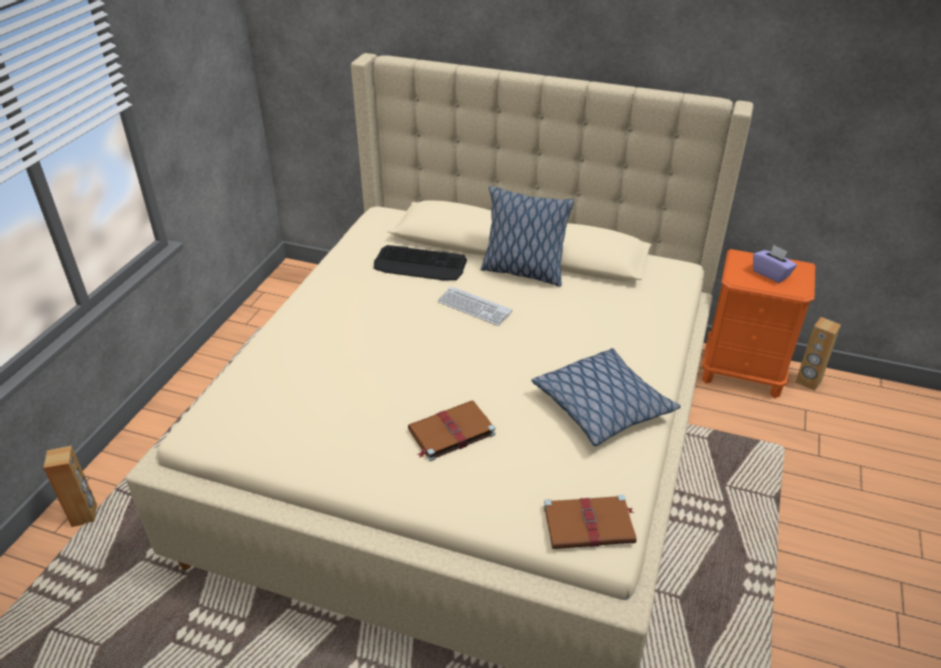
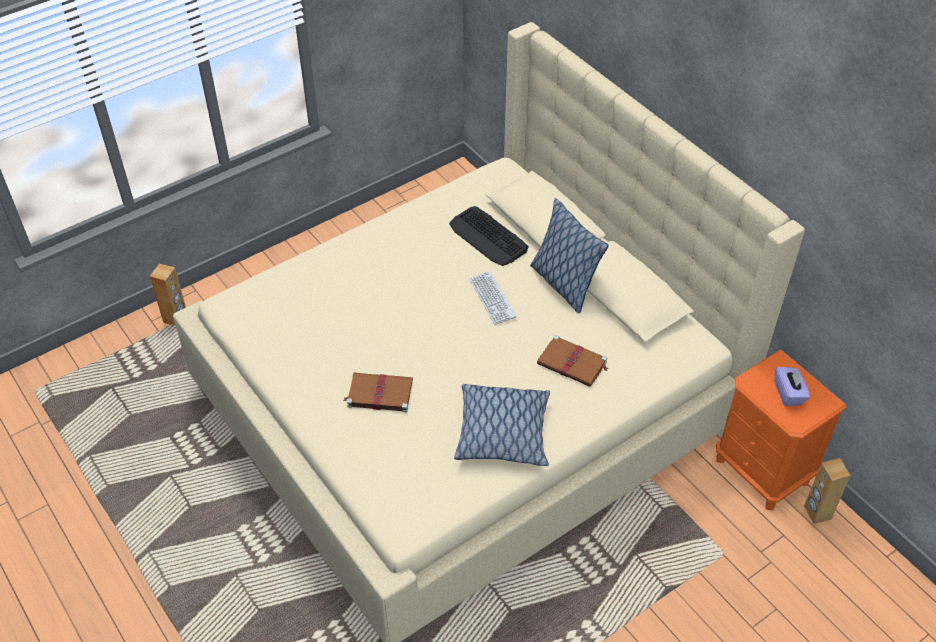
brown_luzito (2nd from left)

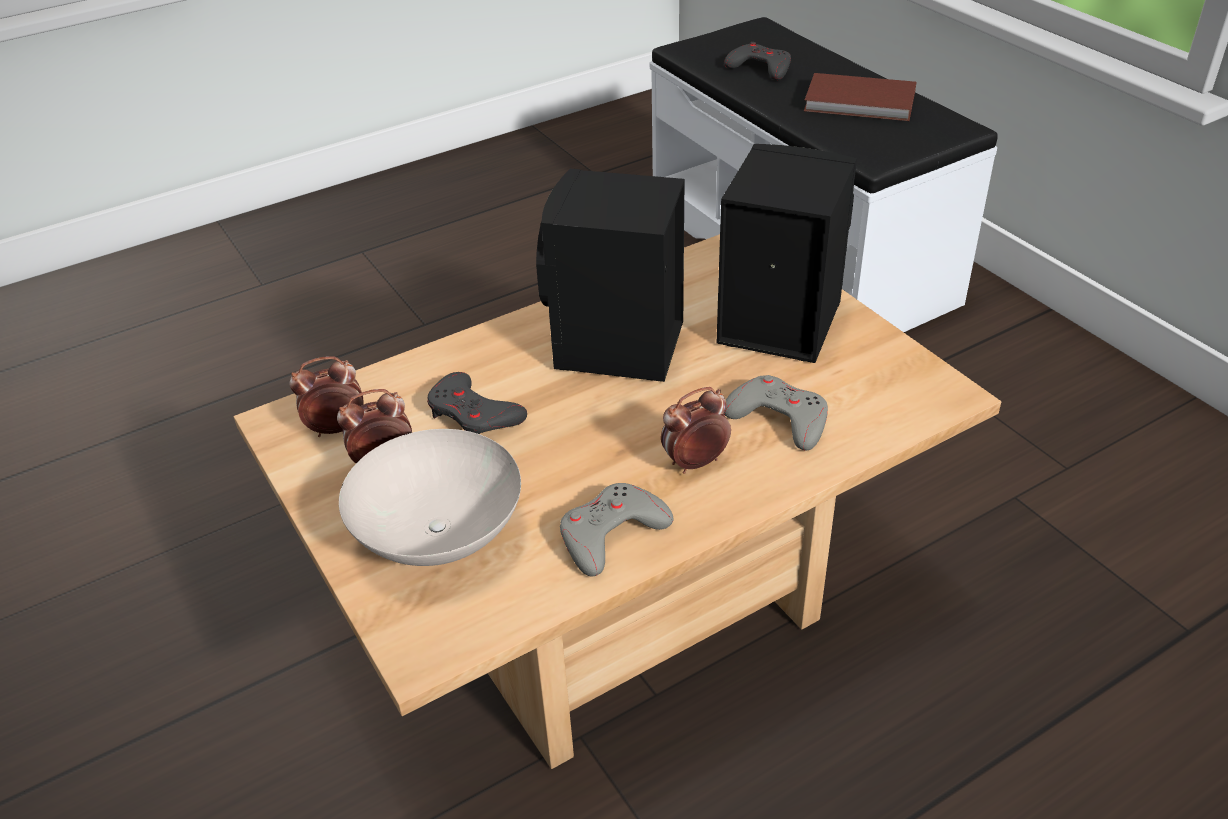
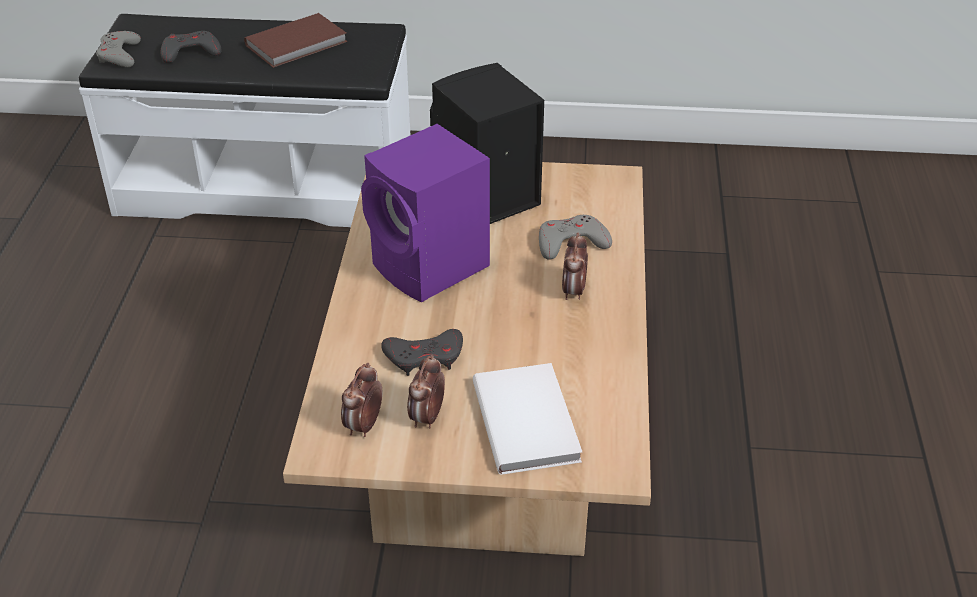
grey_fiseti (1st from left)
white_luzito
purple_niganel

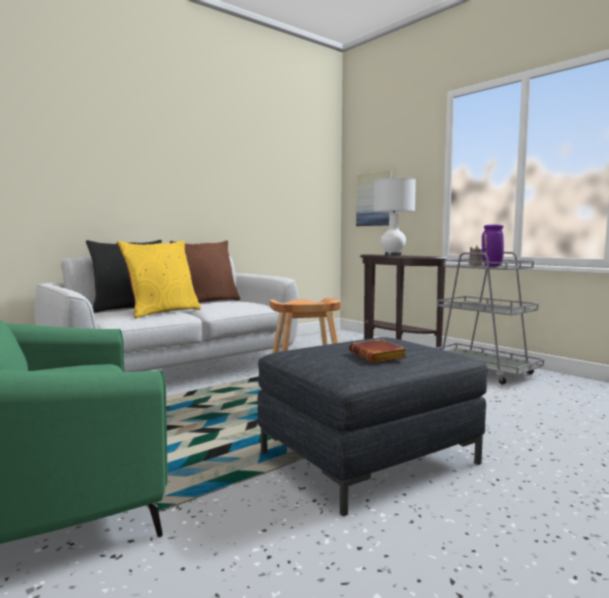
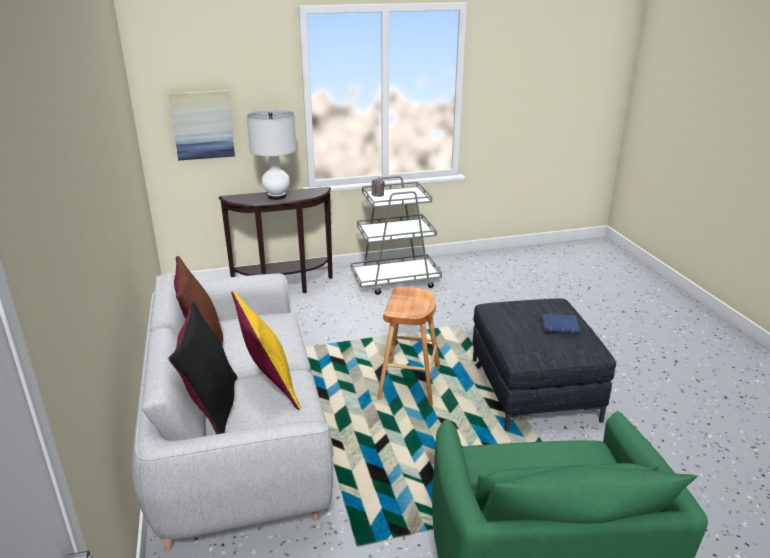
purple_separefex
blue_luzito

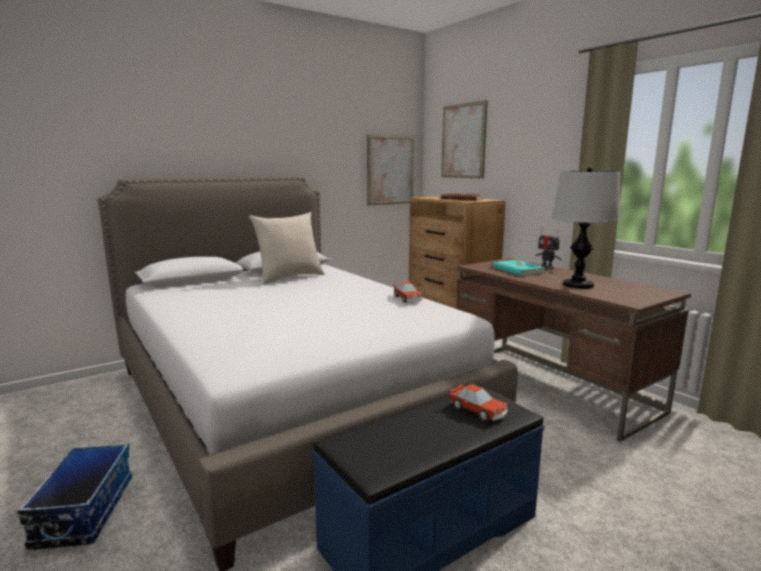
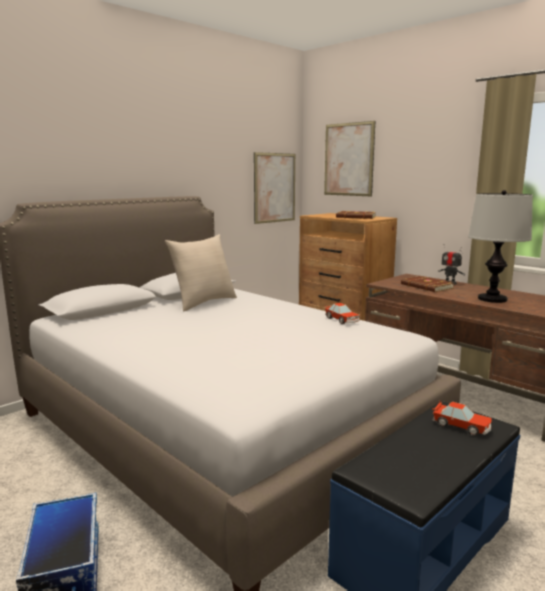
brown_luzito (2nd from left)

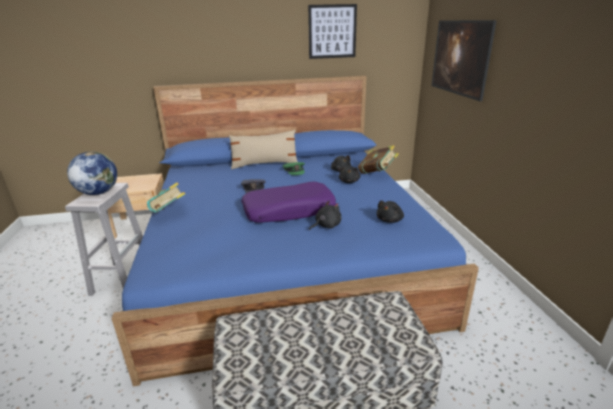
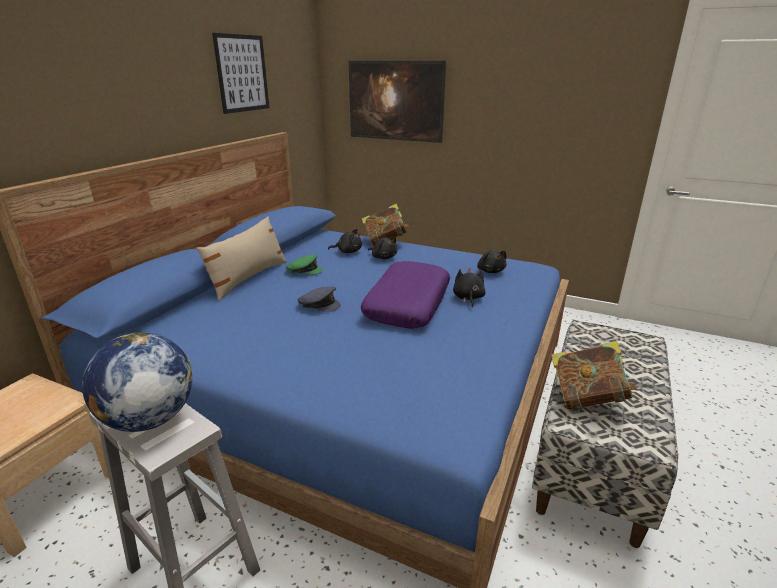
luzito (2nd from left)

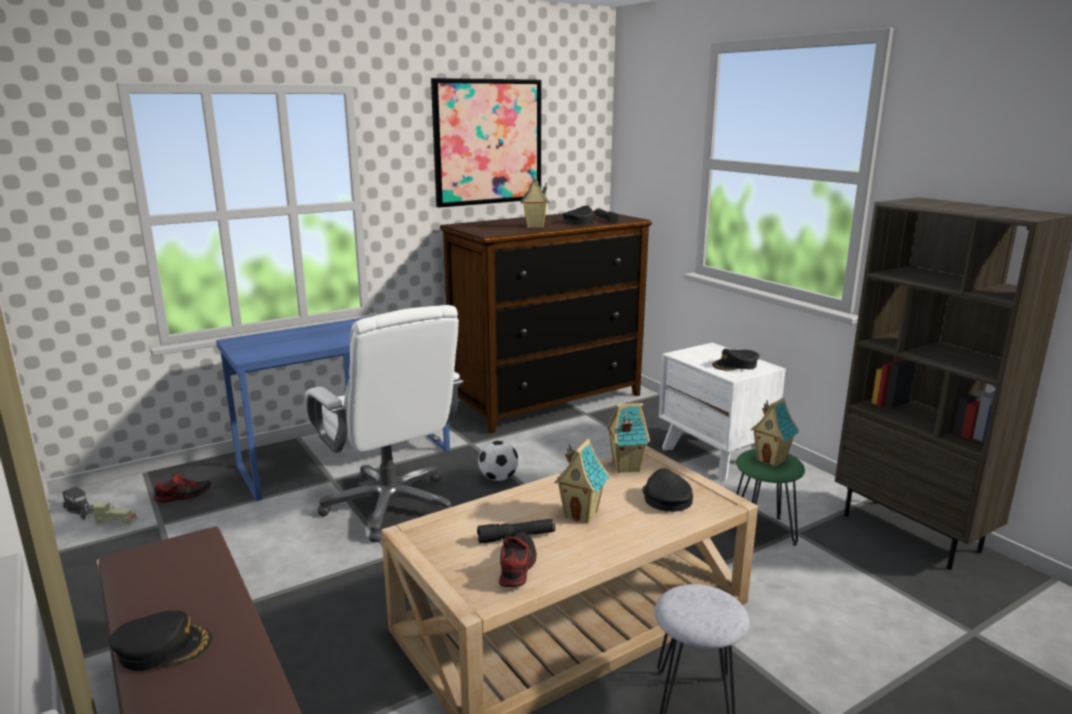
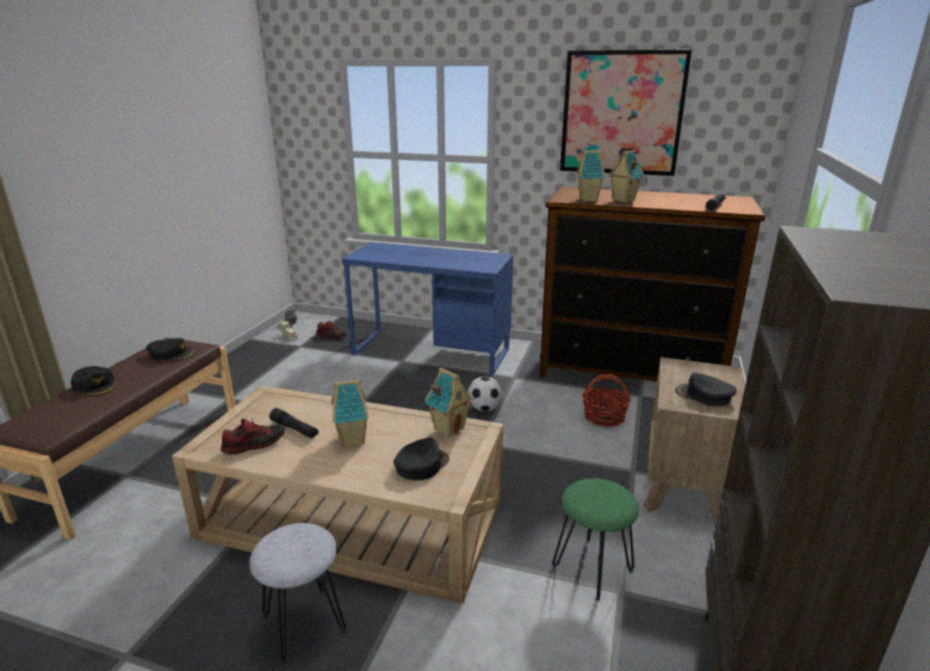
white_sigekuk
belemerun
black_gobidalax (2nd from left)
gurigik (3rd from left)
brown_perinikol

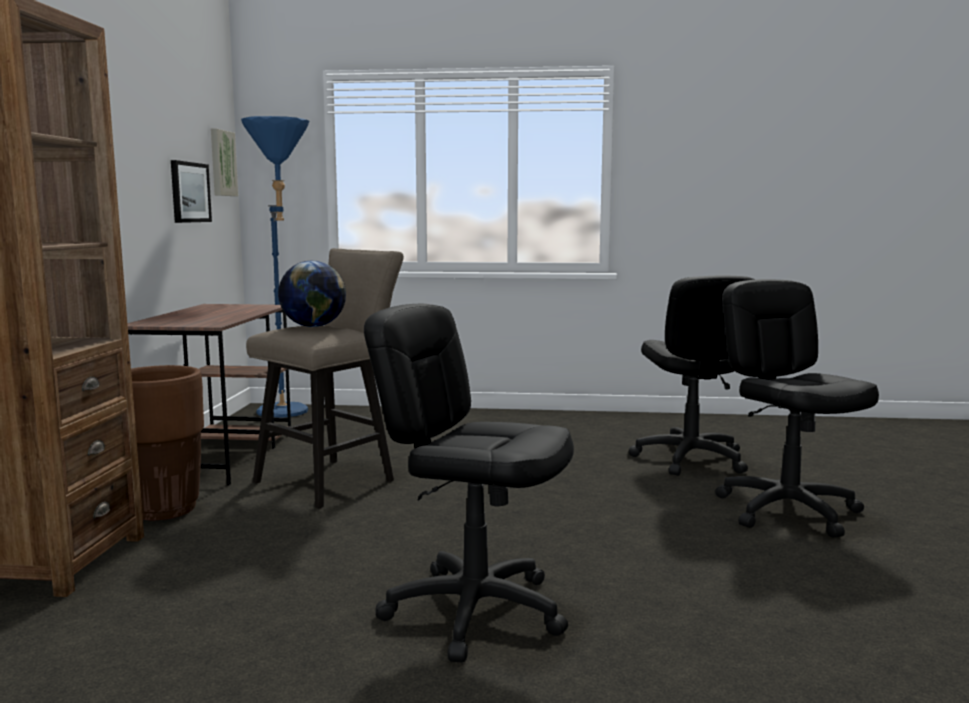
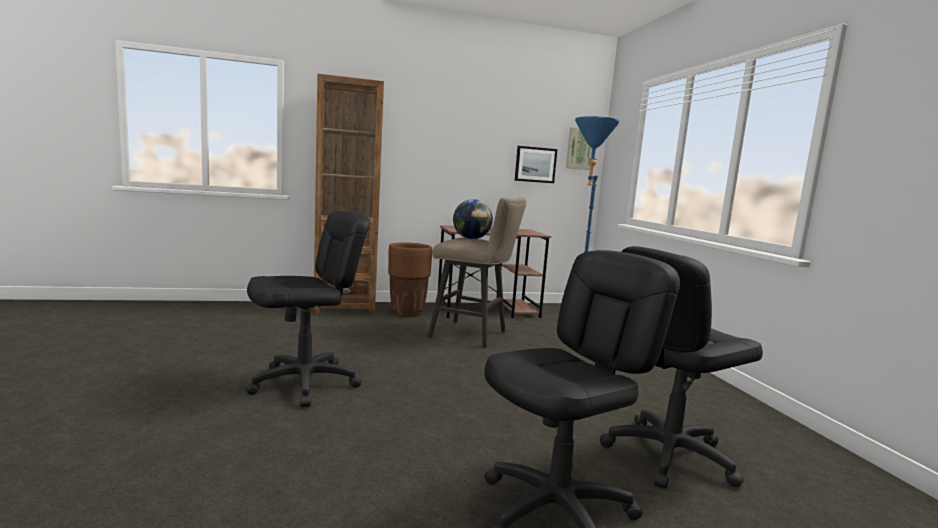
black_sigekuk (1st from left)

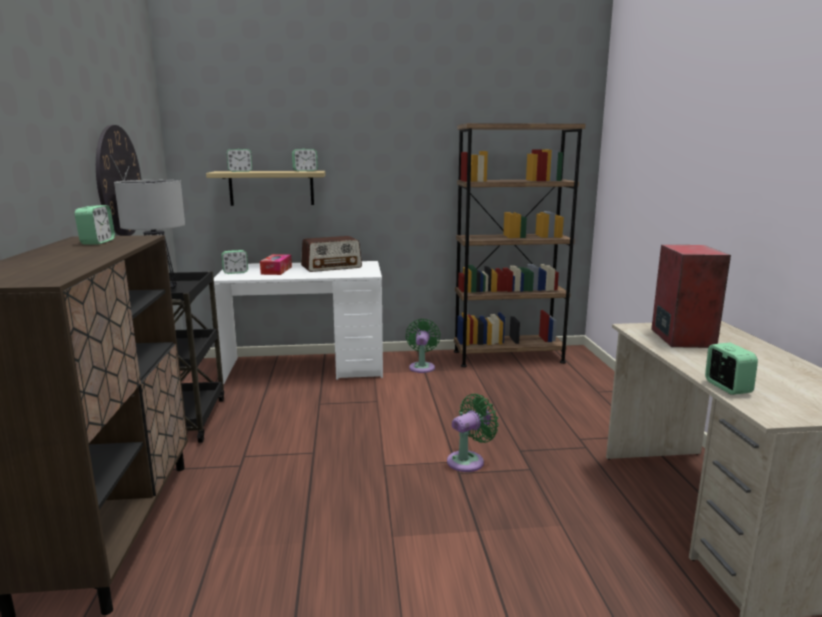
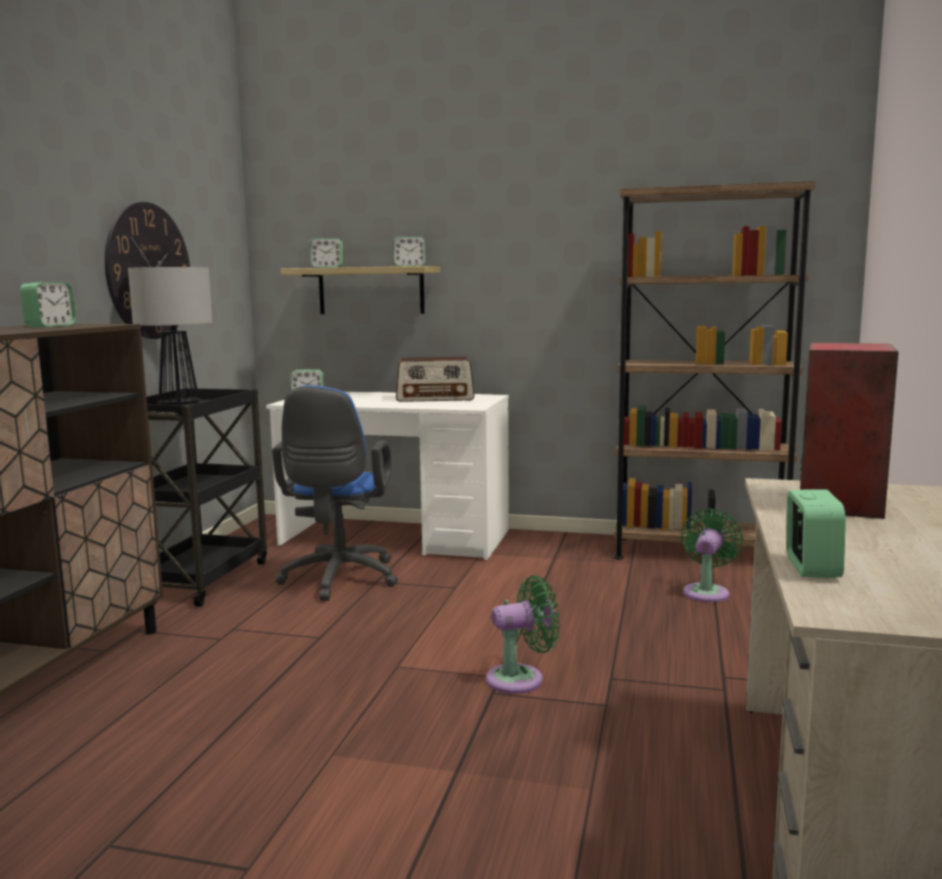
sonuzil
blue_sigekuk
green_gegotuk (2nd from left)

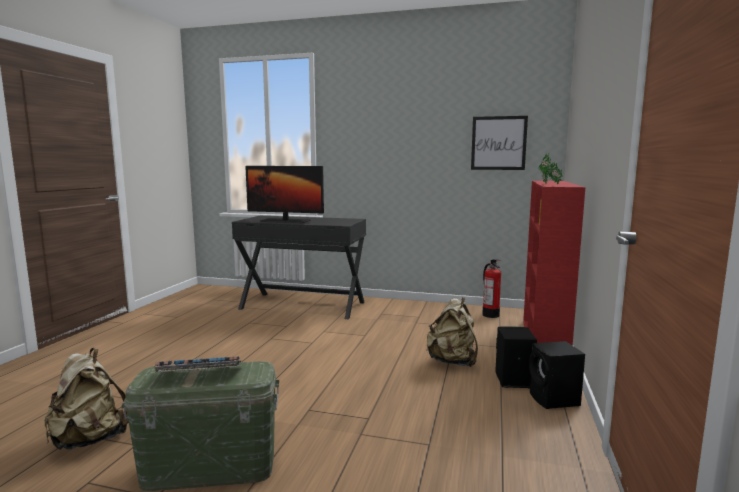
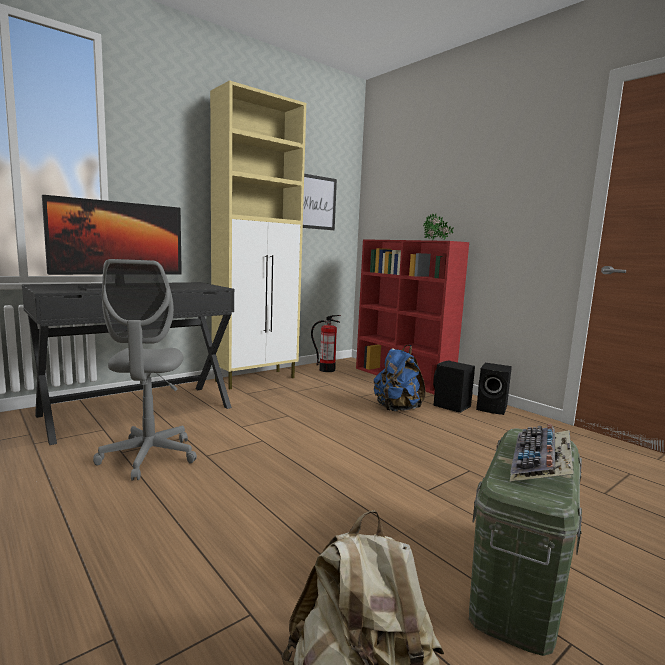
grey_sigekuk
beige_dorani
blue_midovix

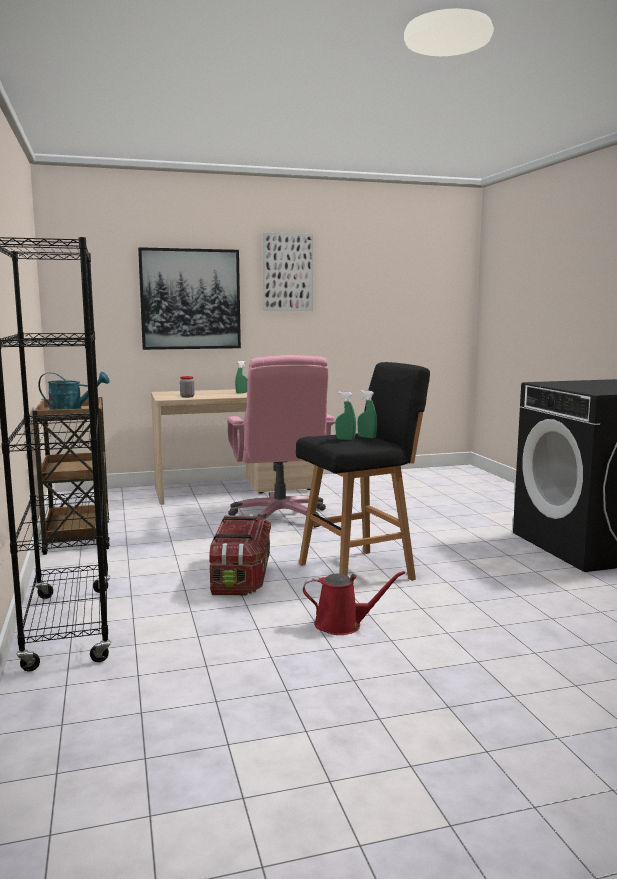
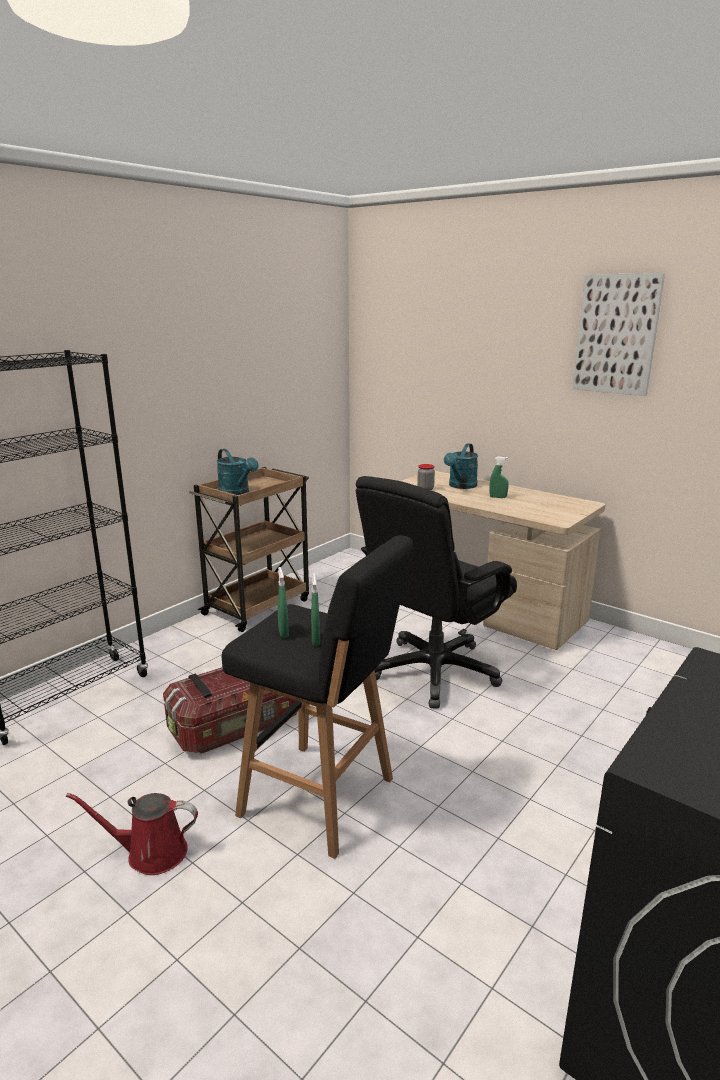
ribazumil (1st from left in the first image)
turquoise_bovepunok (2nd from left)
black_sigekuk
red_bovepunok

